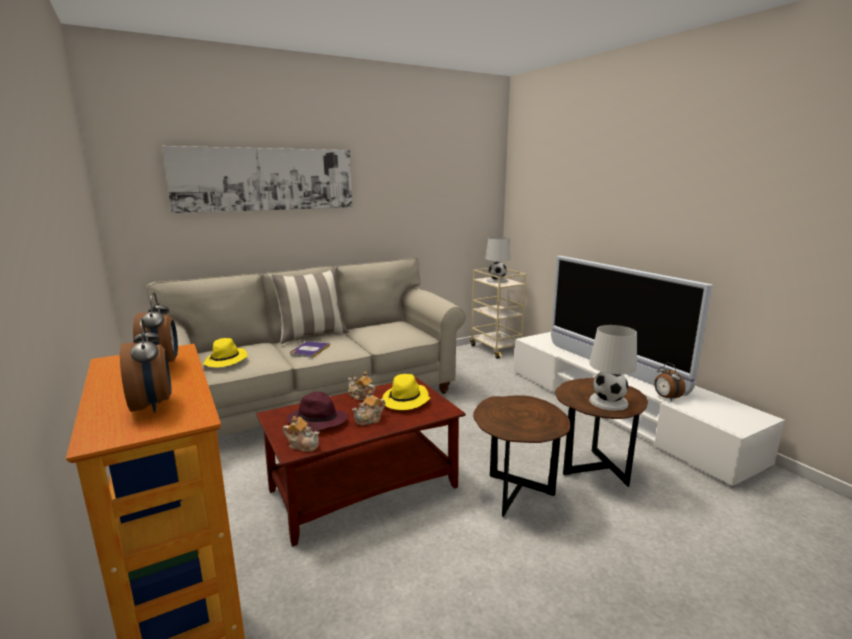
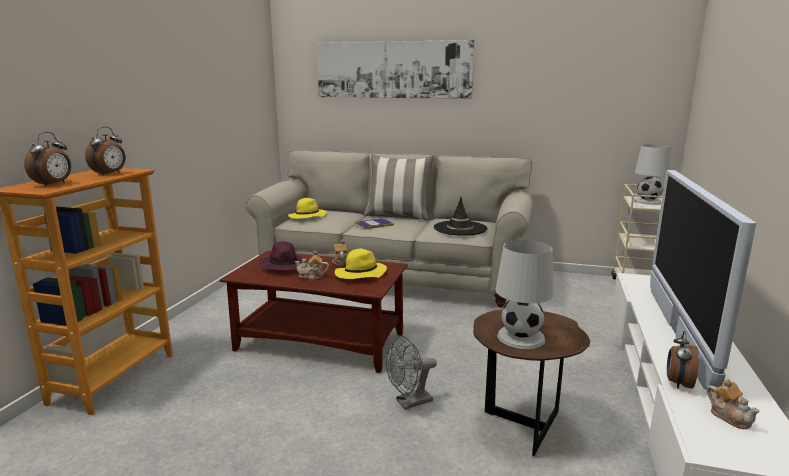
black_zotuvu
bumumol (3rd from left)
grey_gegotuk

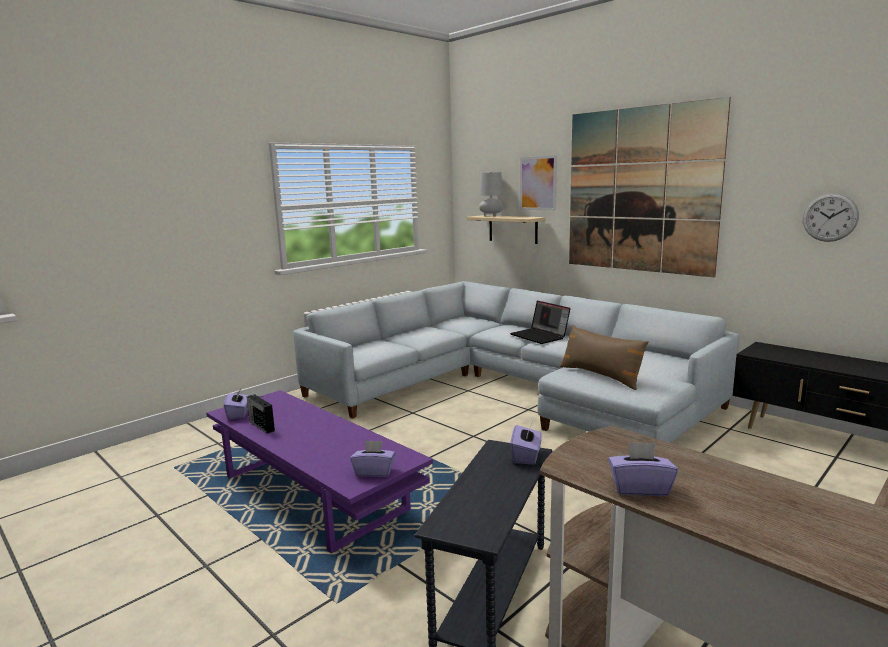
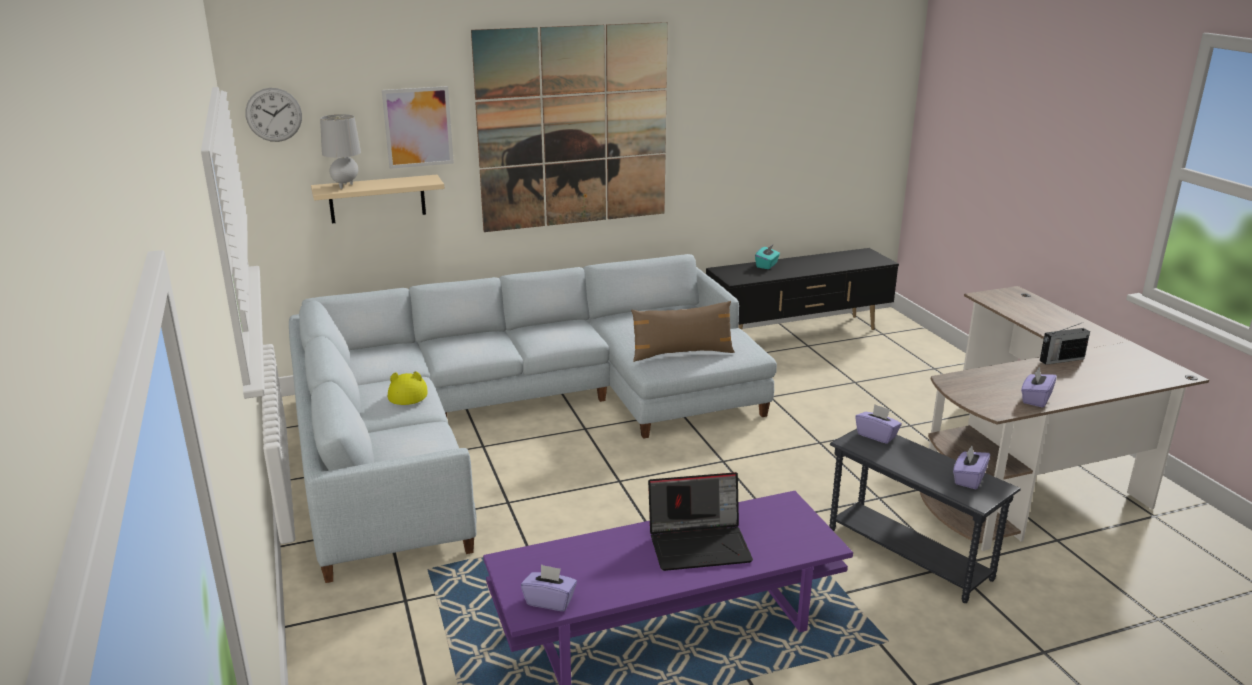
yellow_zotuvu
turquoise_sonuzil
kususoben
purple_sonuzil (3rd from left)
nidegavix
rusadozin

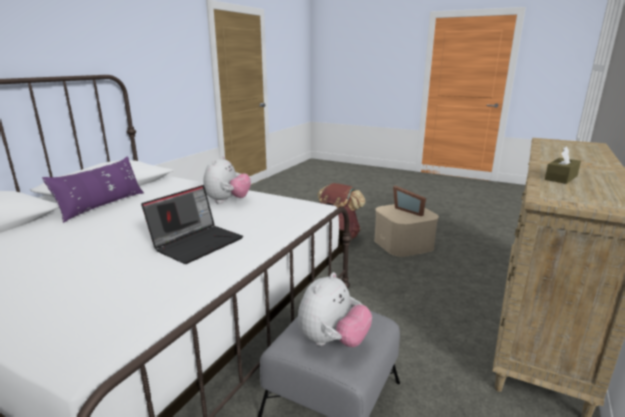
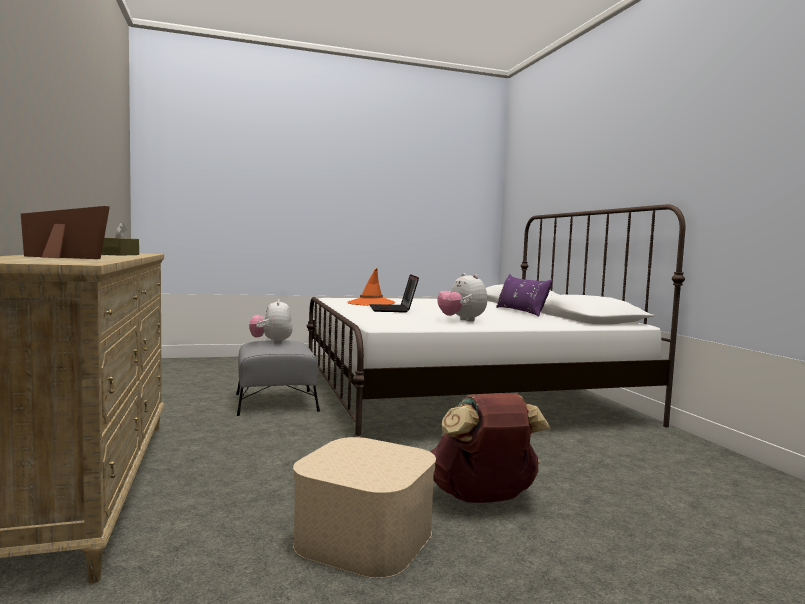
orange_zotuvu
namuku

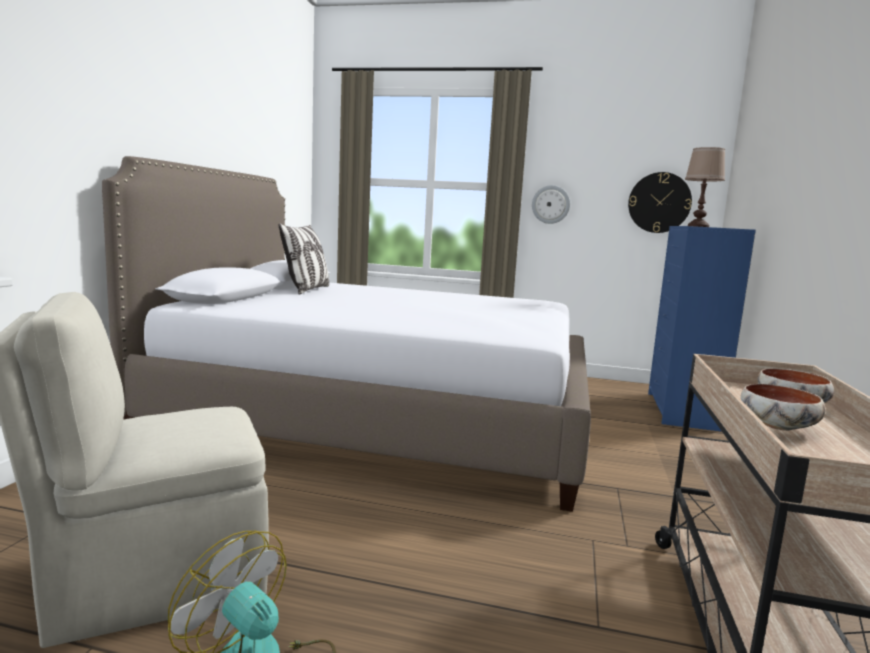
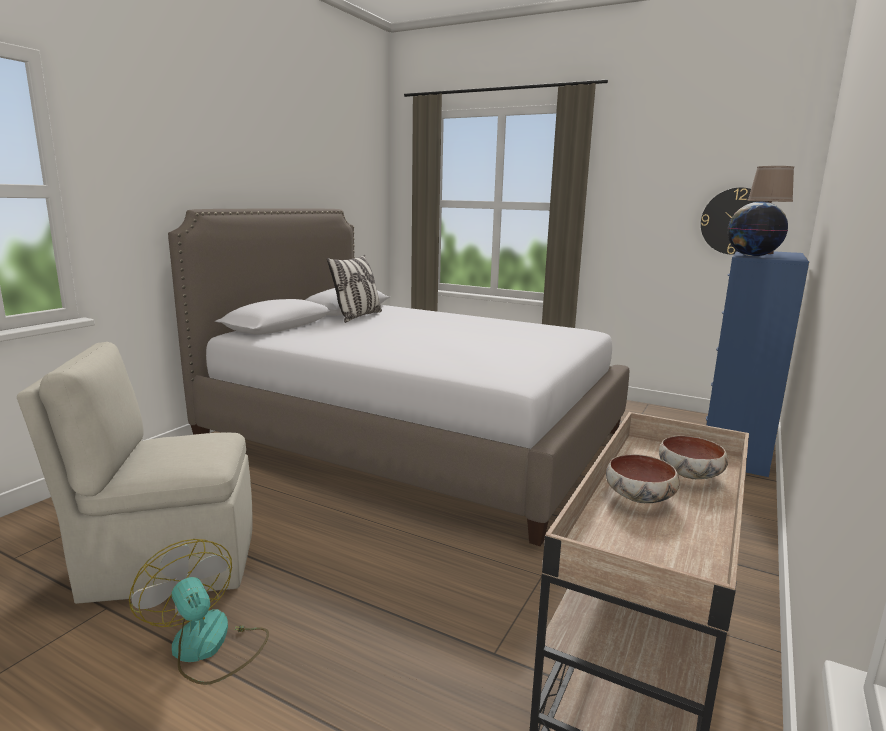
rusadozin (1st from left in the first image)
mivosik

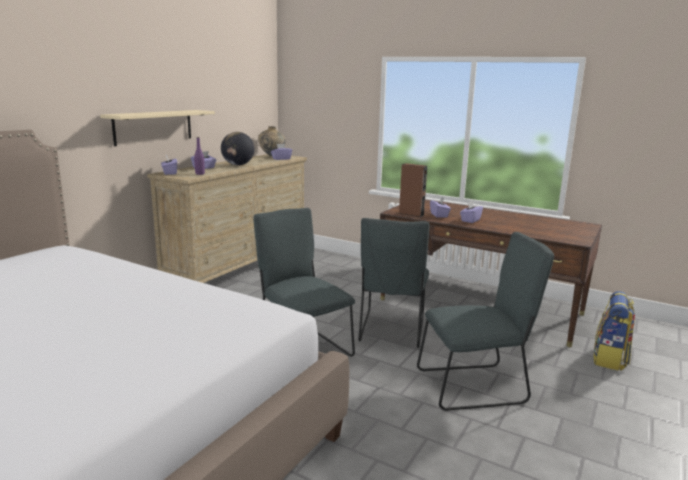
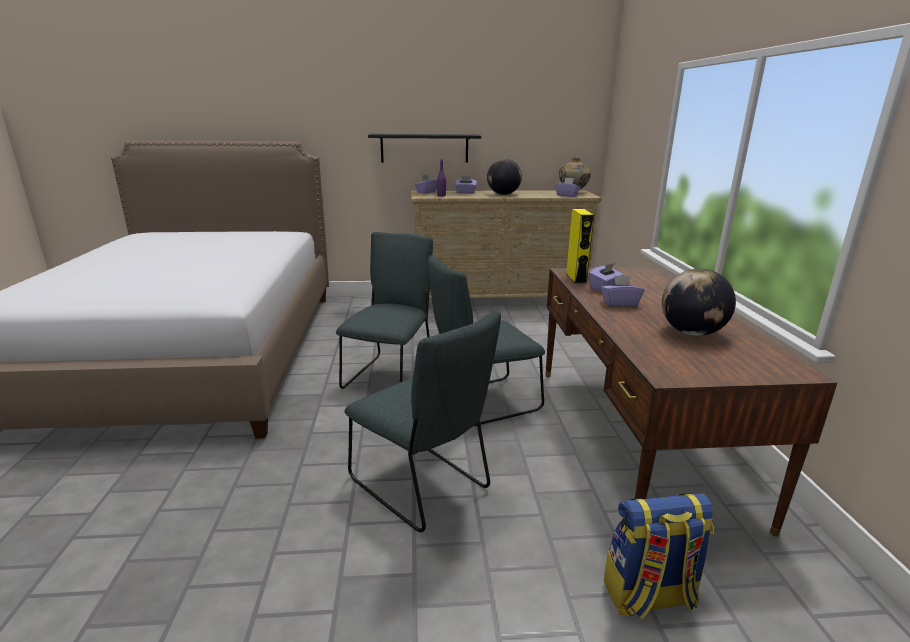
mivosik (2nd from left)
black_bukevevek
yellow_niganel

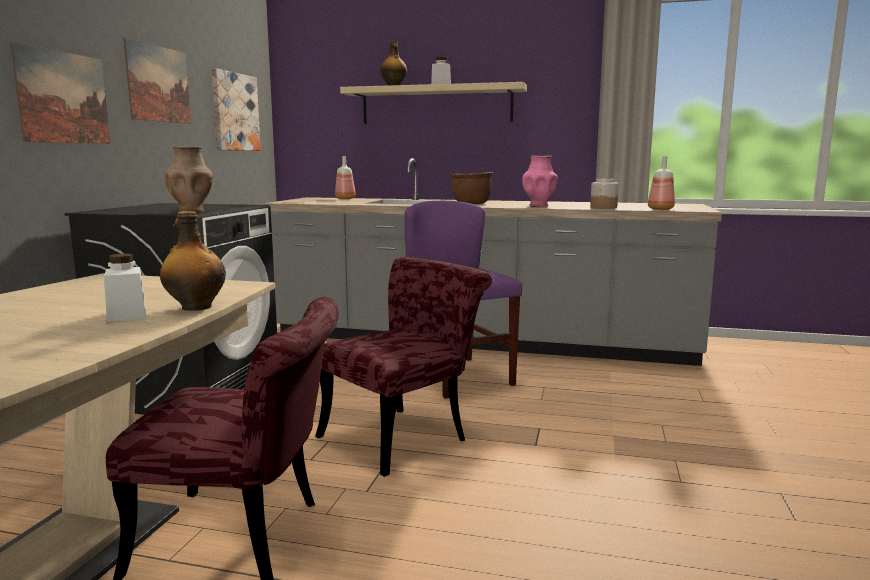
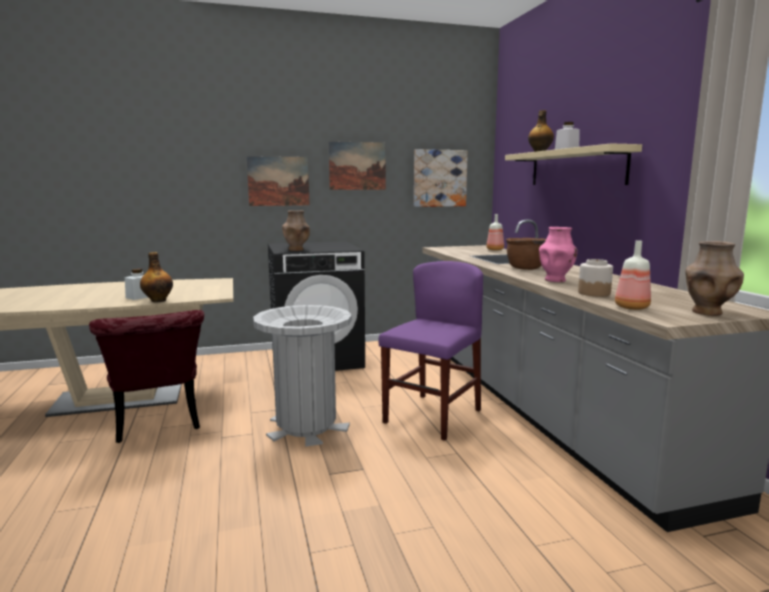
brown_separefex (2nd from left)
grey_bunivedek

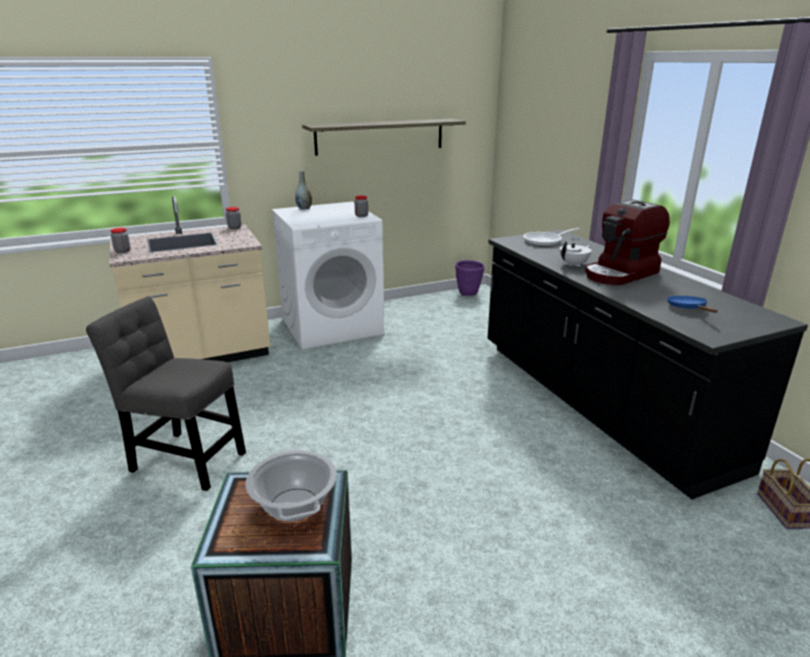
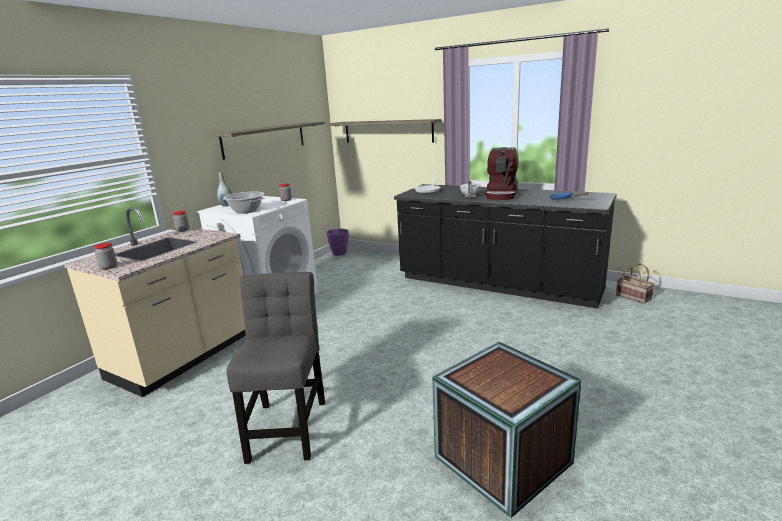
bukevevek (2nd from left)
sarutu
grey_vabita

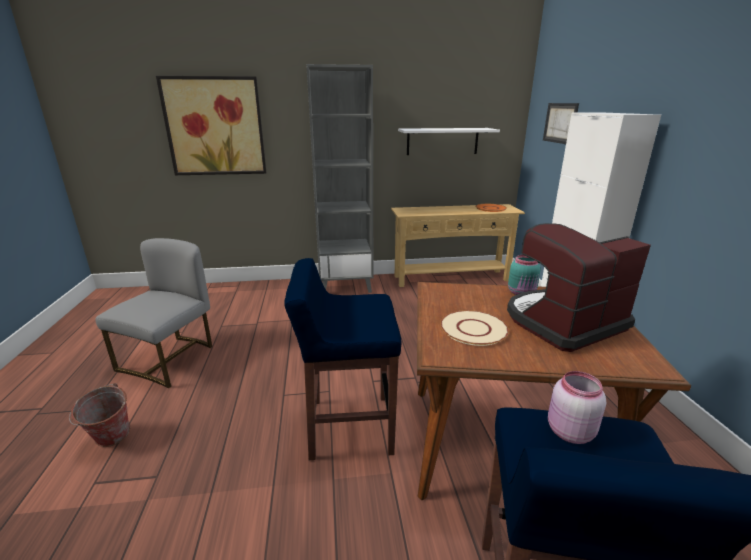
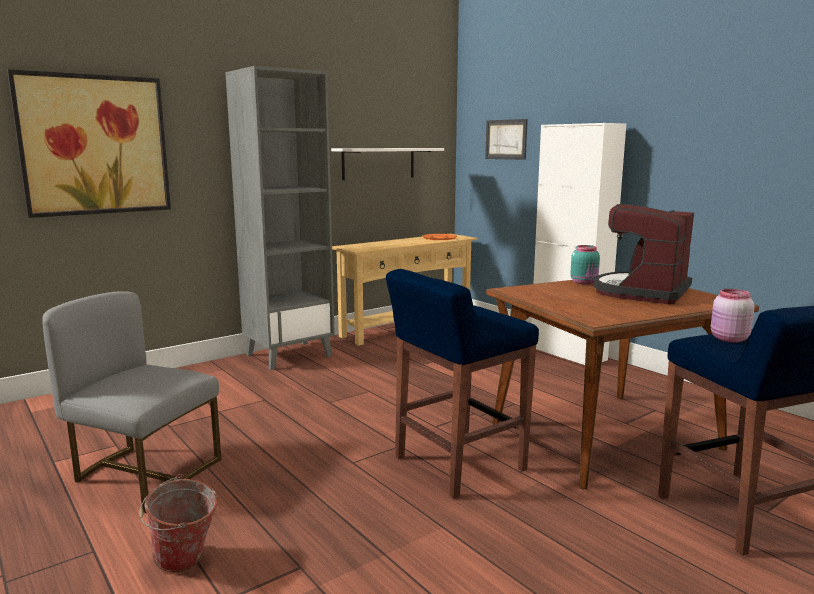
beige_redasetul
grey_vabita

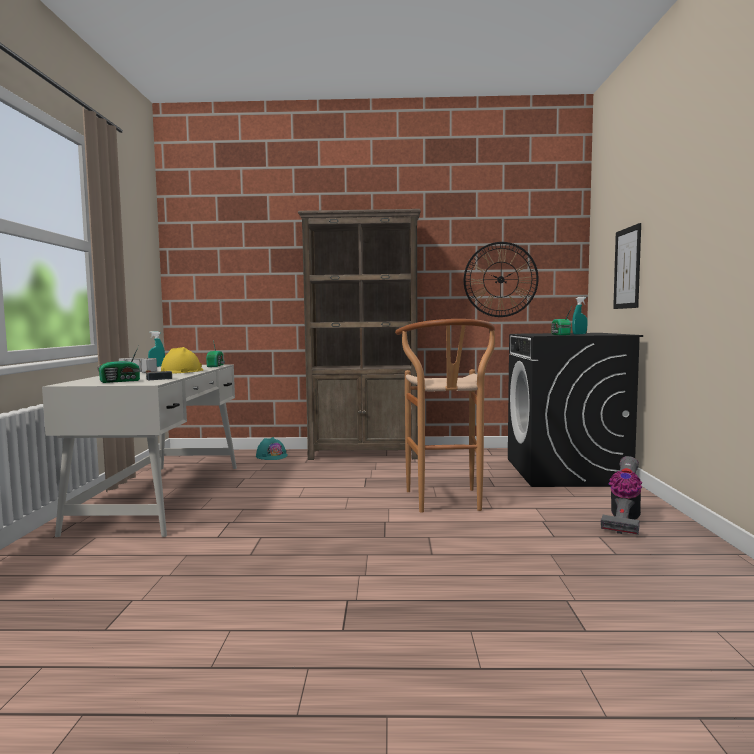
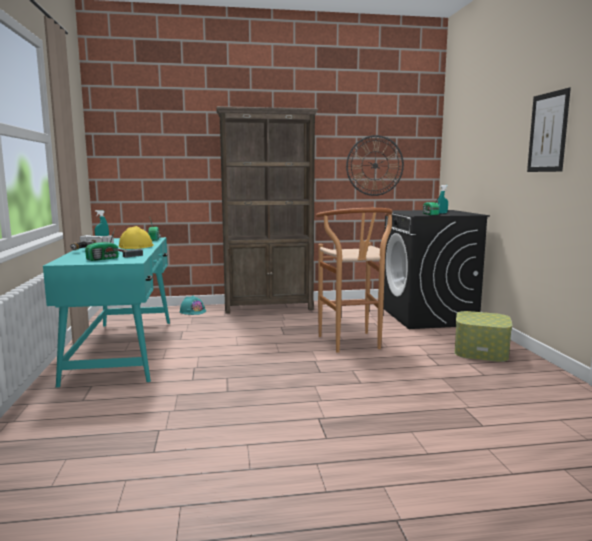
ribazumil
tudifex
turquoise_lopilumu

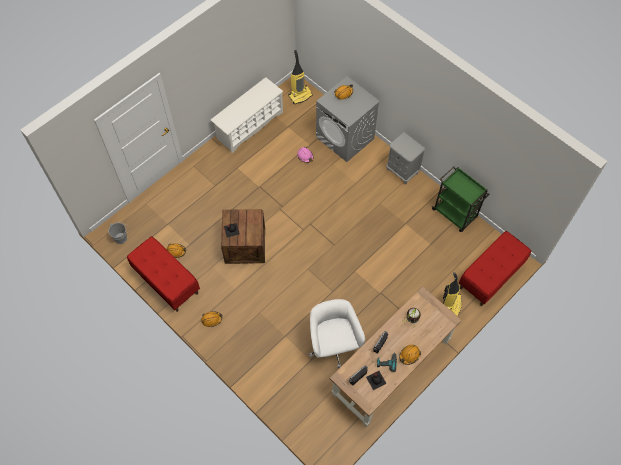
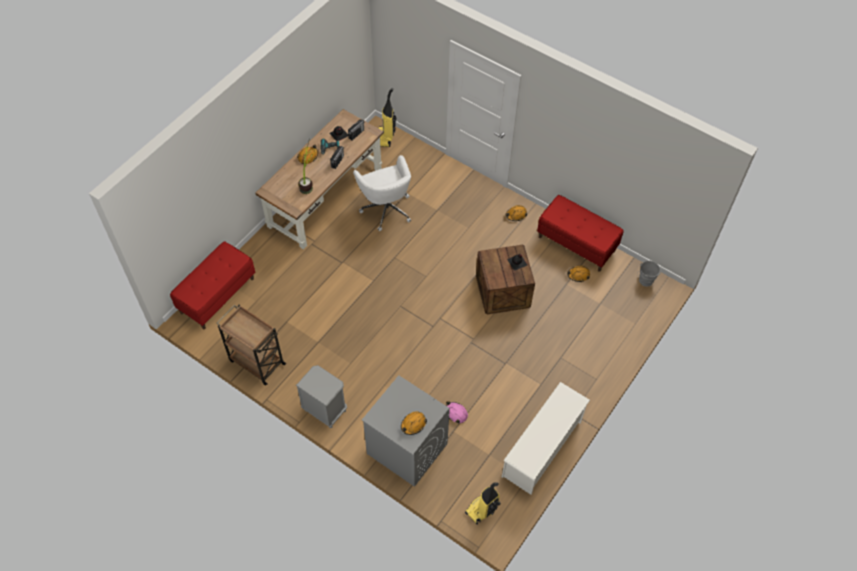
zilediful (1st from left)
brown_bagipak

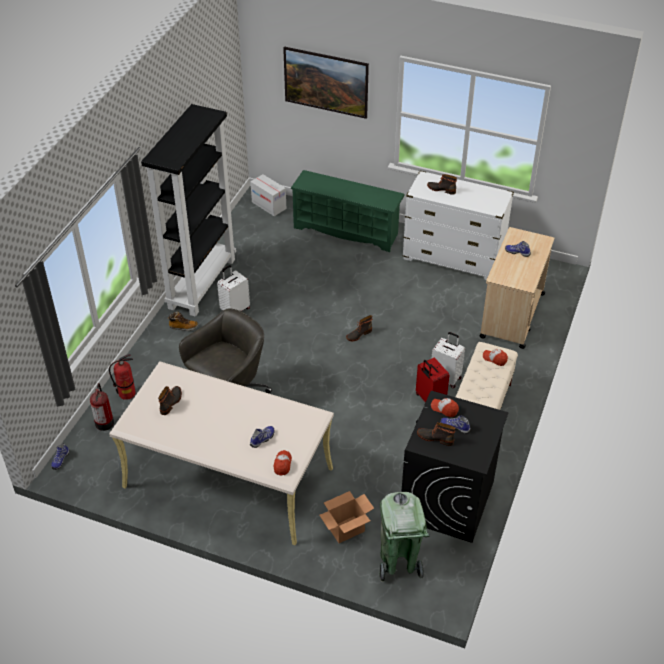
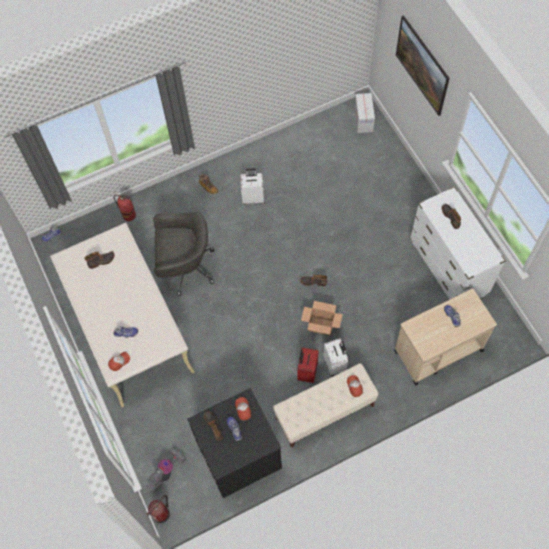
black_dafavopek
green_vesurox
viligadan (2nd from left)
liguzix (1st from left)
zilediful

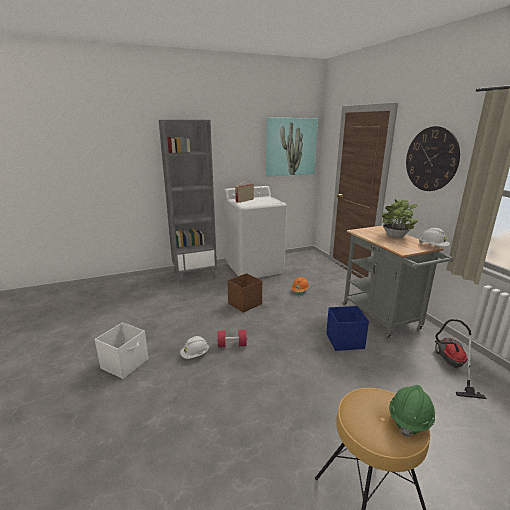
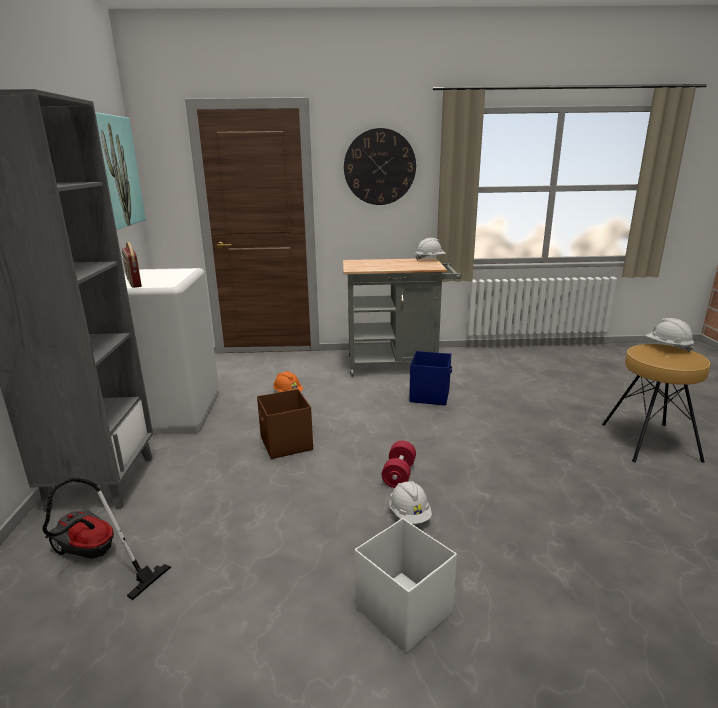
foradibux
zilediful
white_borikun (3rd from left)

